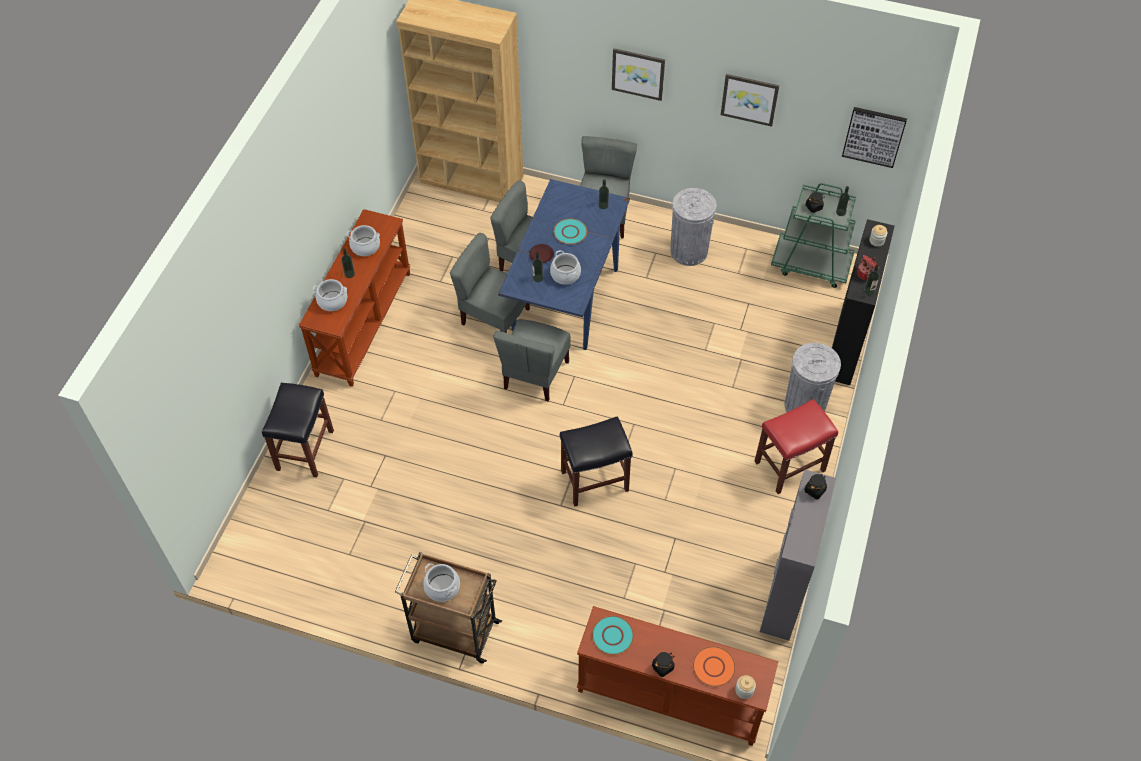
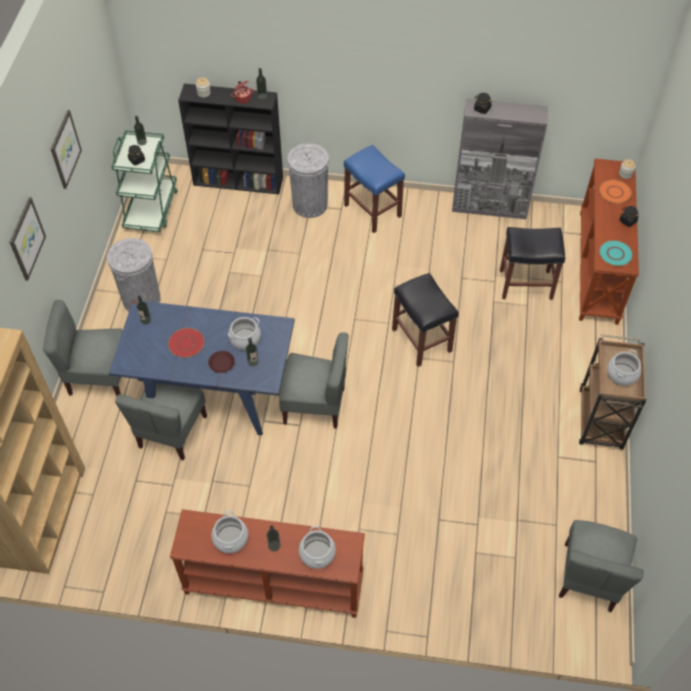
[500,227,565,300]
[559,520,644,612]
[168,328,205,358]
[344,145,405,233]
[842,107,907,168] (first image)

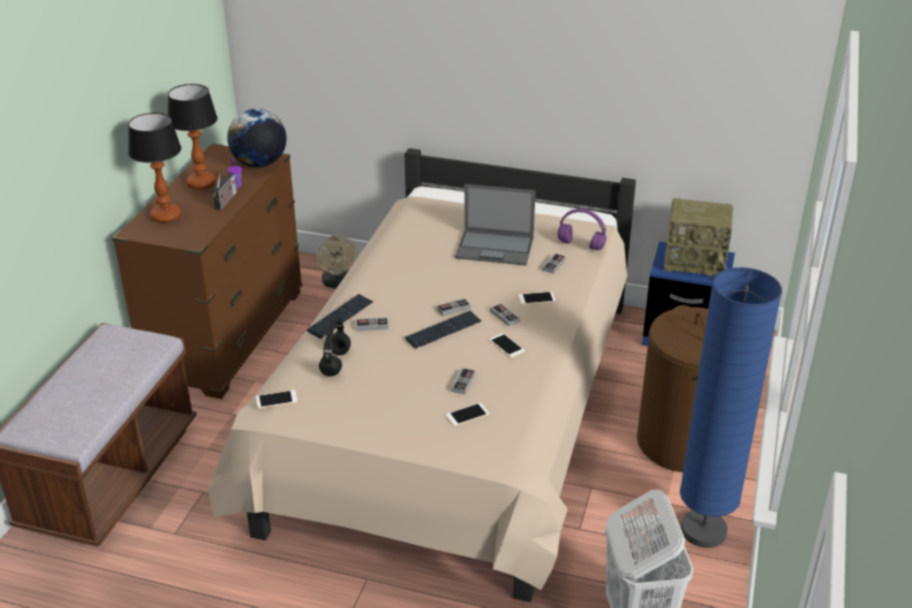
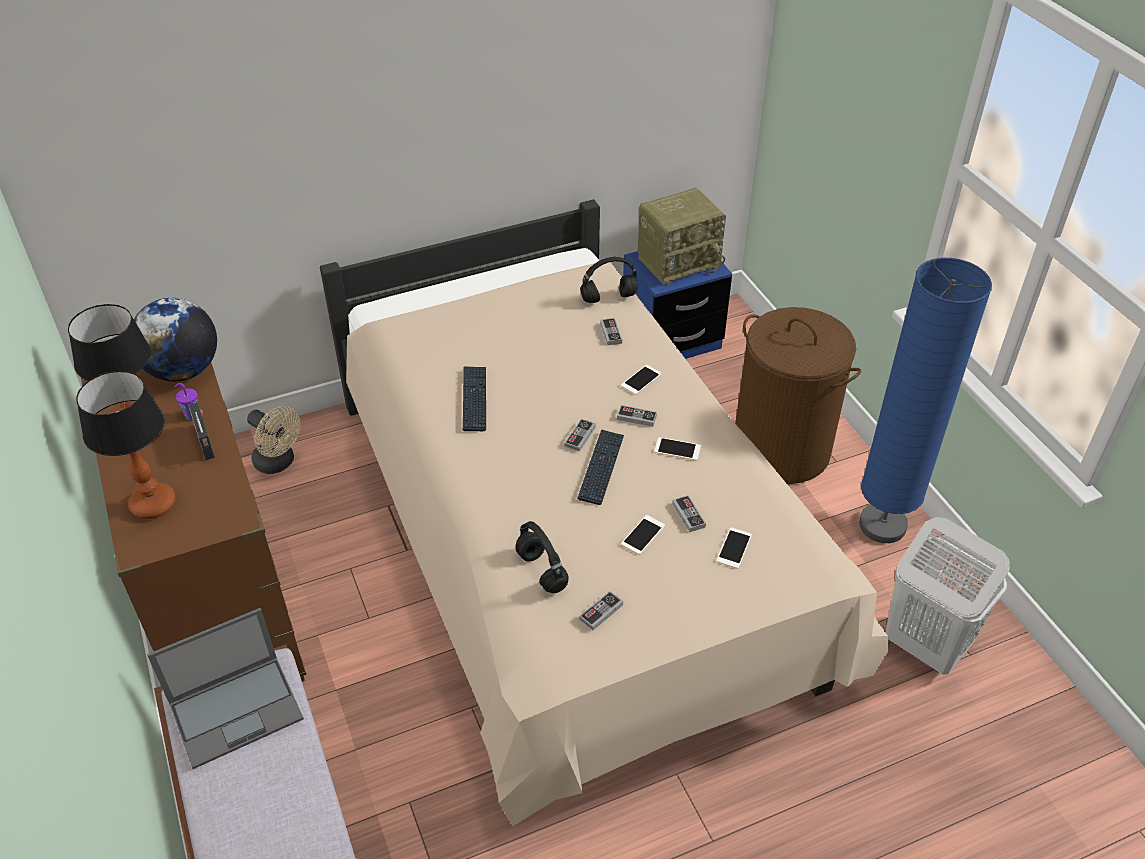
[621,515,665,555]
[463,366,486,431]
[579,591,623,630]
[147,608,304,769]
[580,257,638,303]

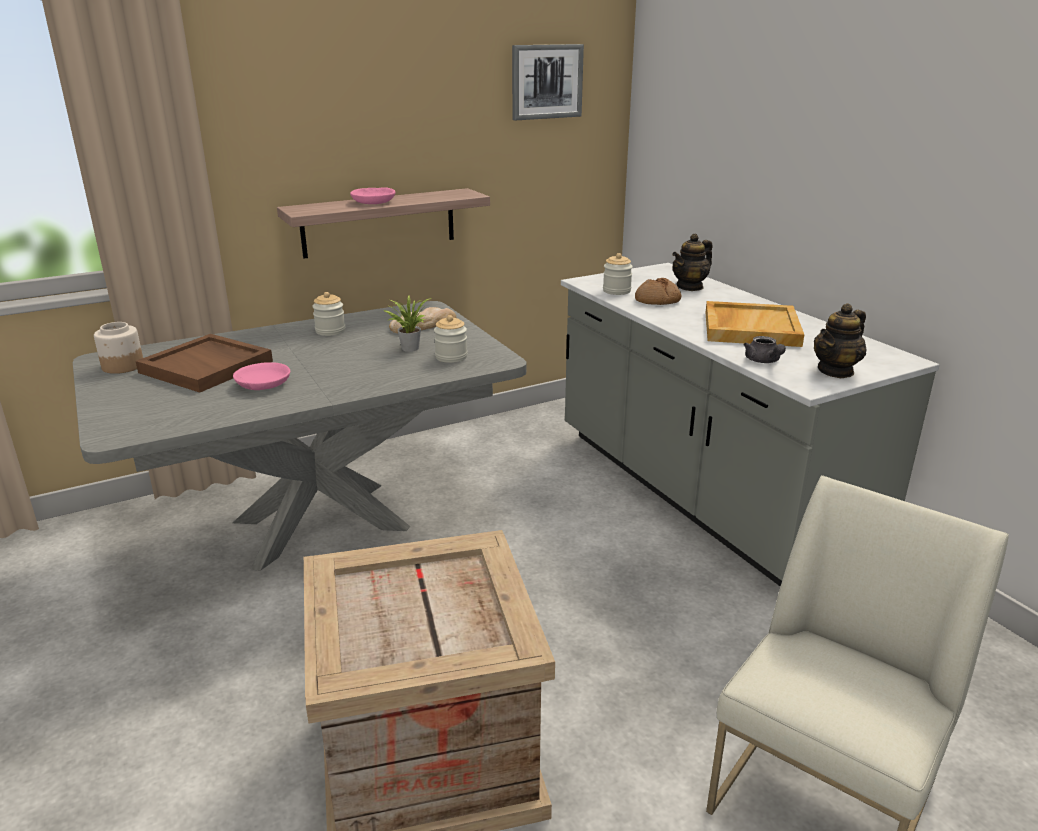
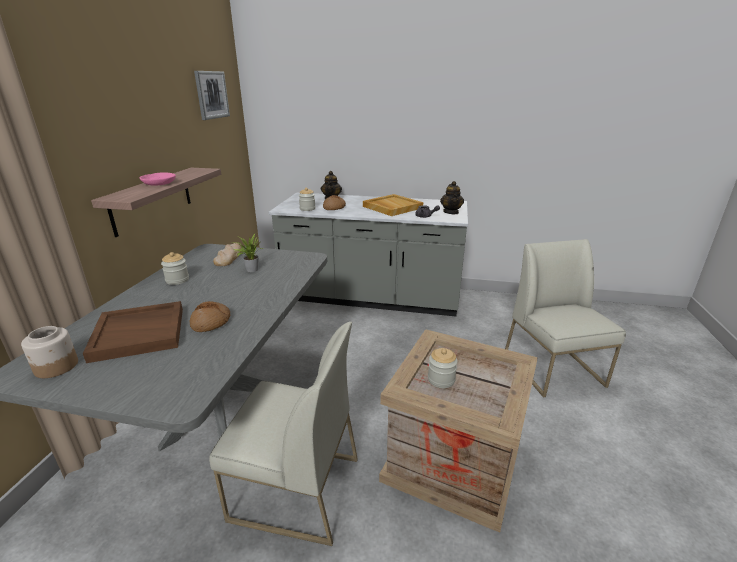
[189,301,230,332]
[428,348,458,388]
[209,322,358,546]

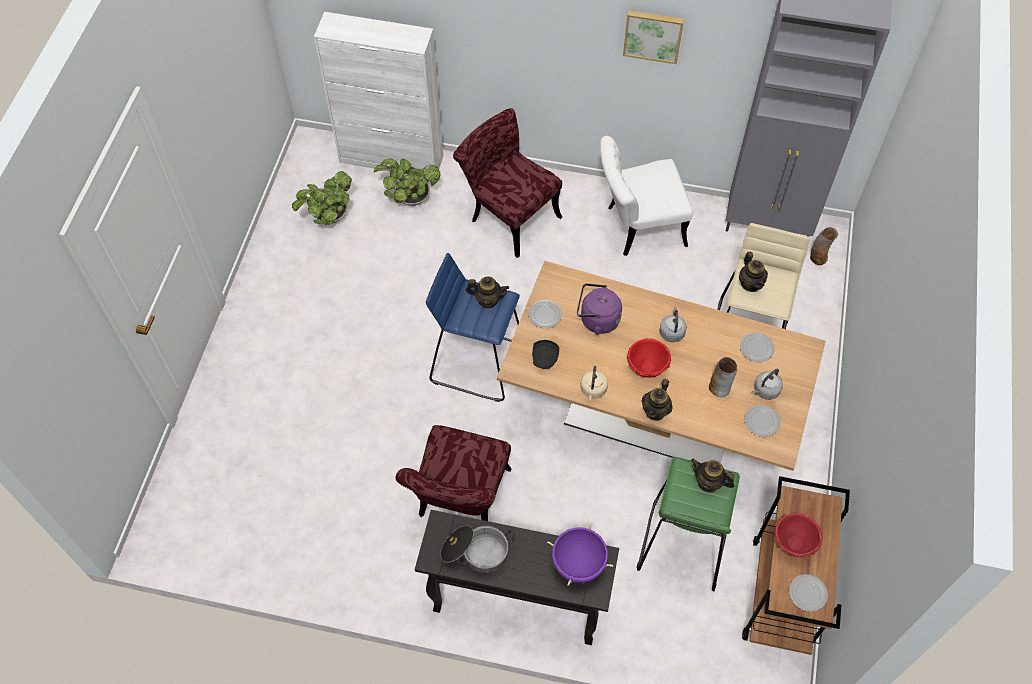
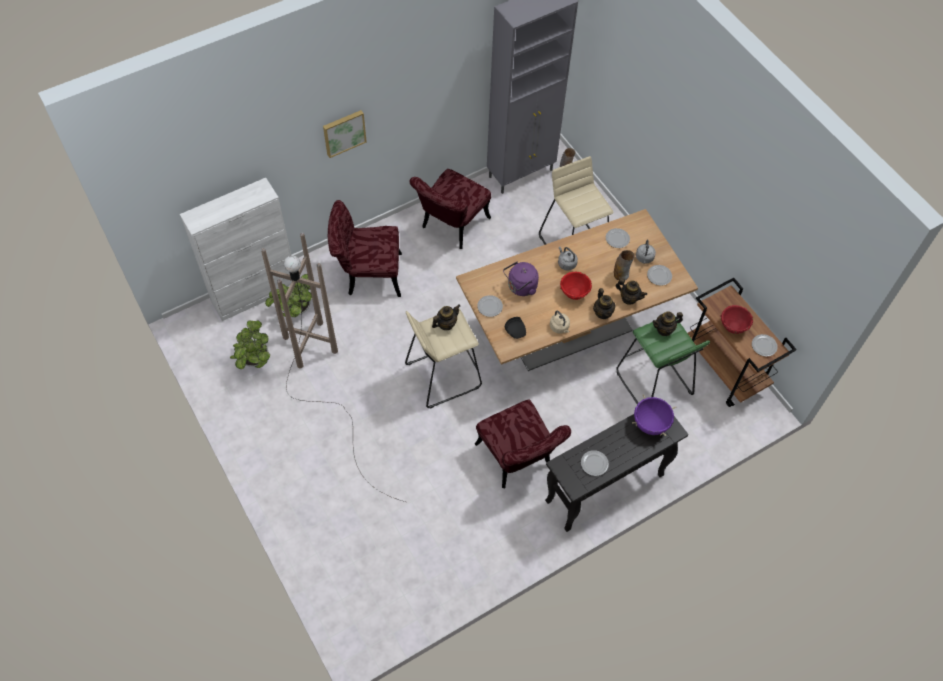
[405,308,482,409]
[581,450,609,476]
[409,169,491,249]
[323,110,367,158]
[616,278,647,305]
[261,233,405,502]

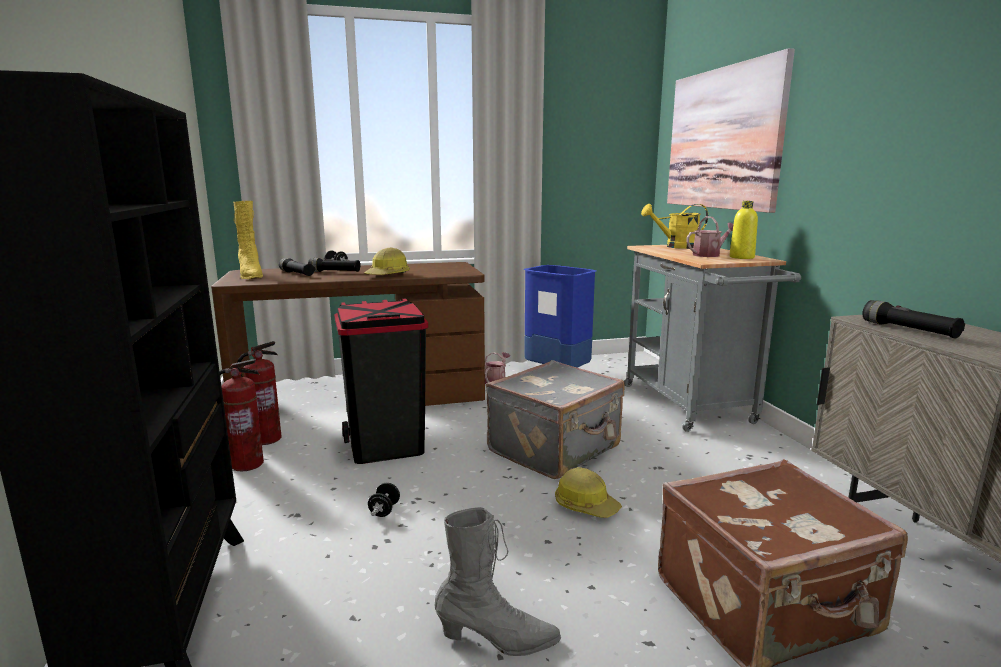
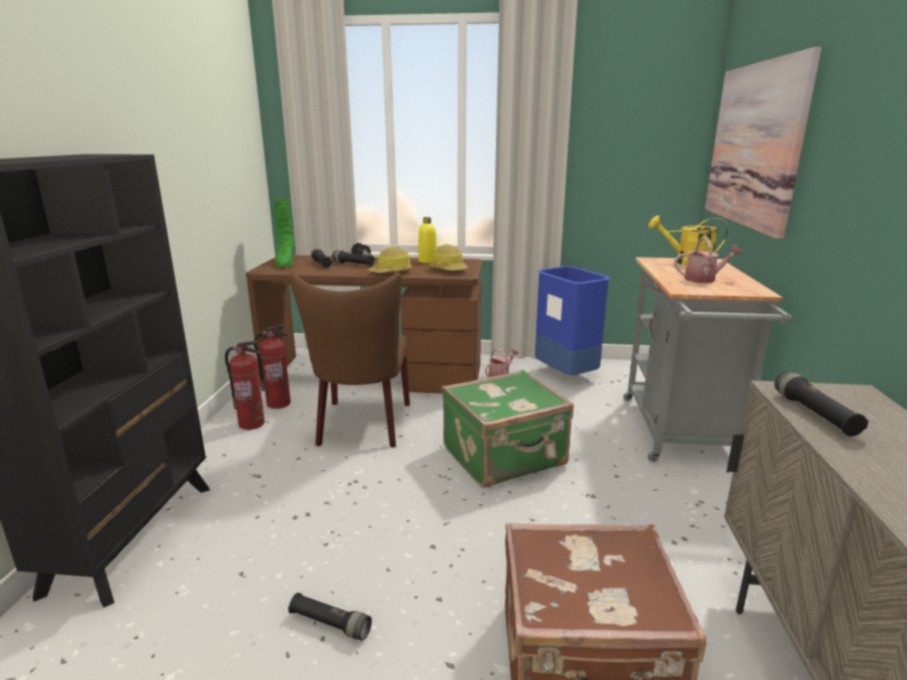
[273,199,295,268]
[290,273,410,448]
[368,483,400,517] (first image)
[288,593,372,641]
[442,370,574,487]
[430,244,468,271]
[418,217,437,263]

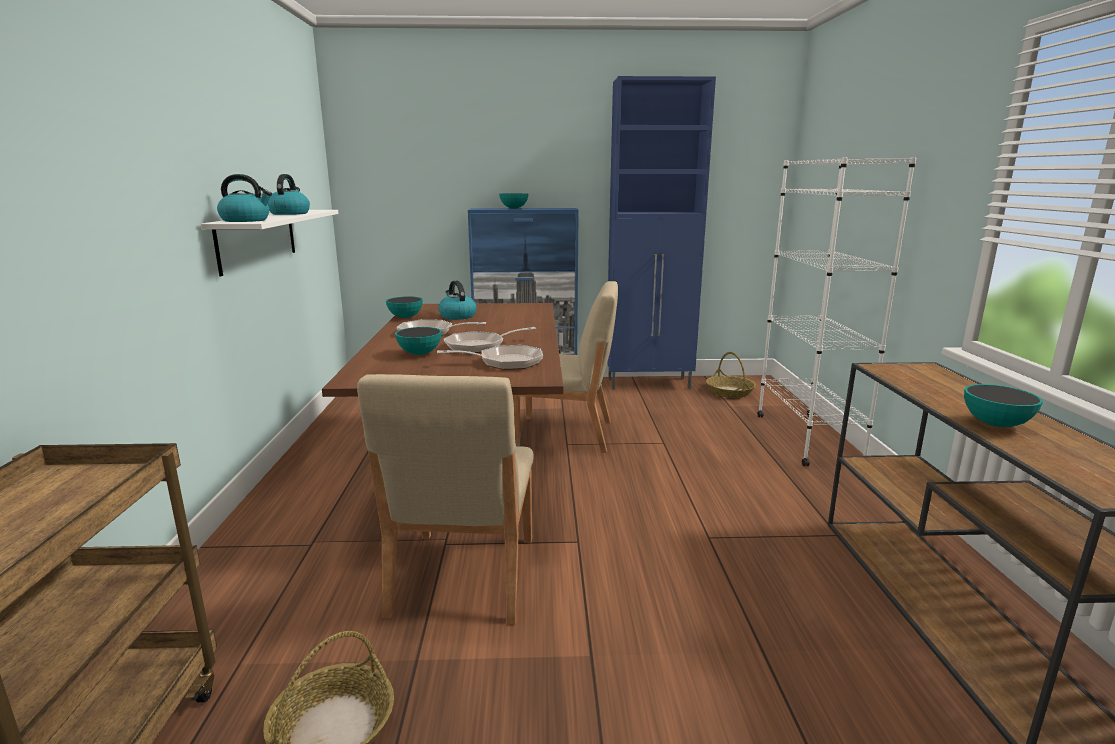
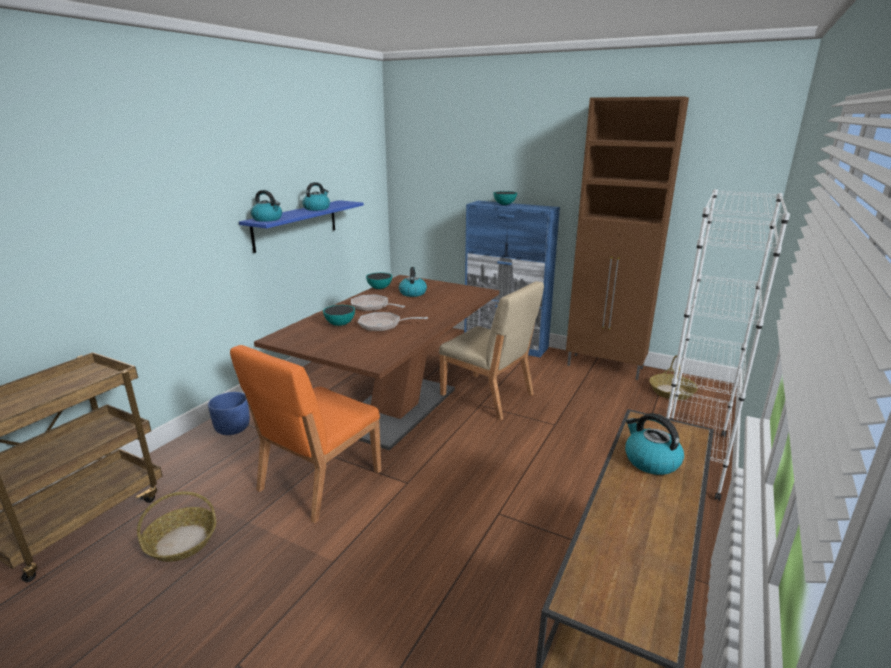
[239,200,364,253]
[230,345,381,523]
[437,345,543,370] (first image)
[566,96,689,380]
[964,384,1043,427] (first image)
[208,392,250,435]
[625,413,684,475]

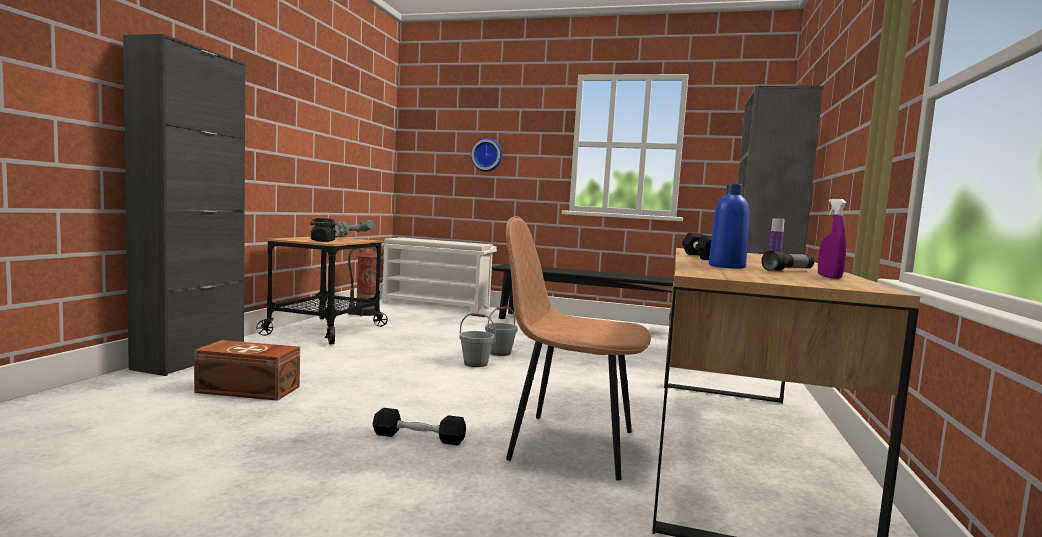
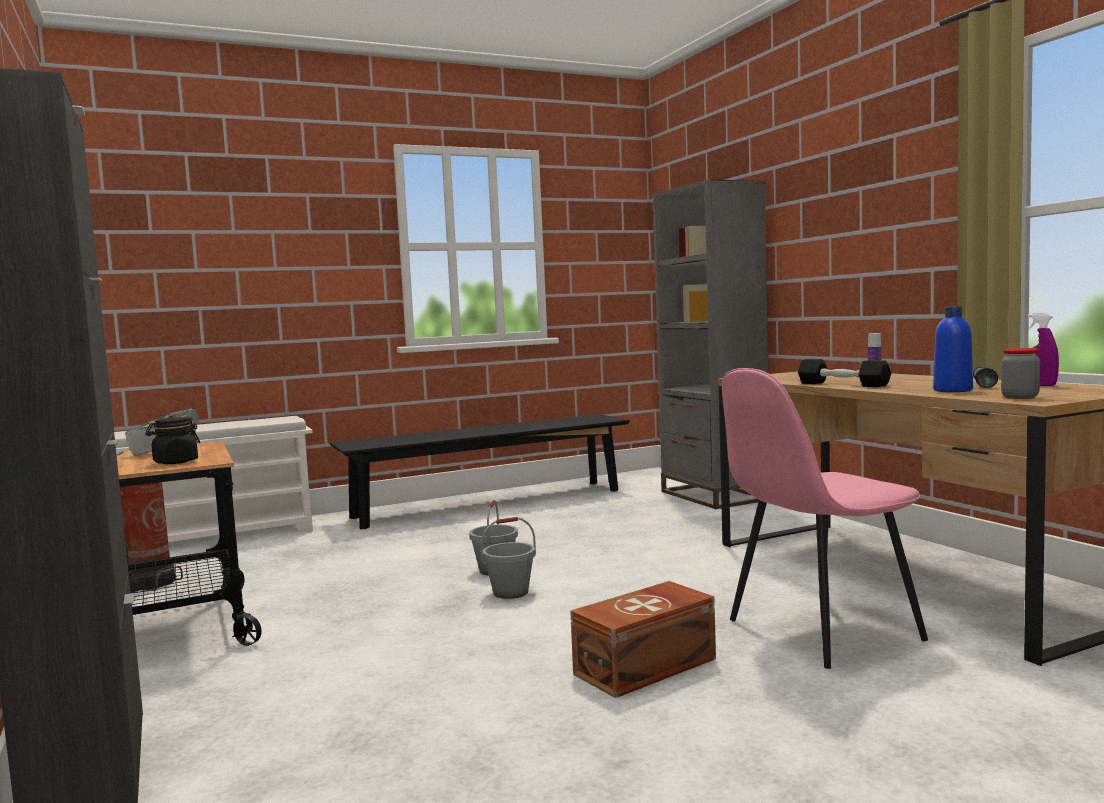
[570,581,716,698]
[373,408,466,445] (first image)
[471,138,502,172] (first image)
[722,368,928,669]
[1001,348,1040,399]

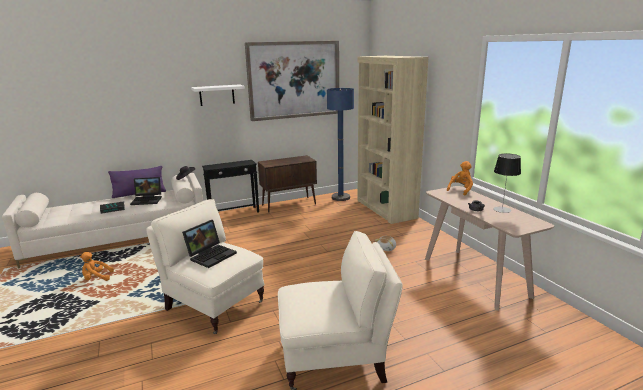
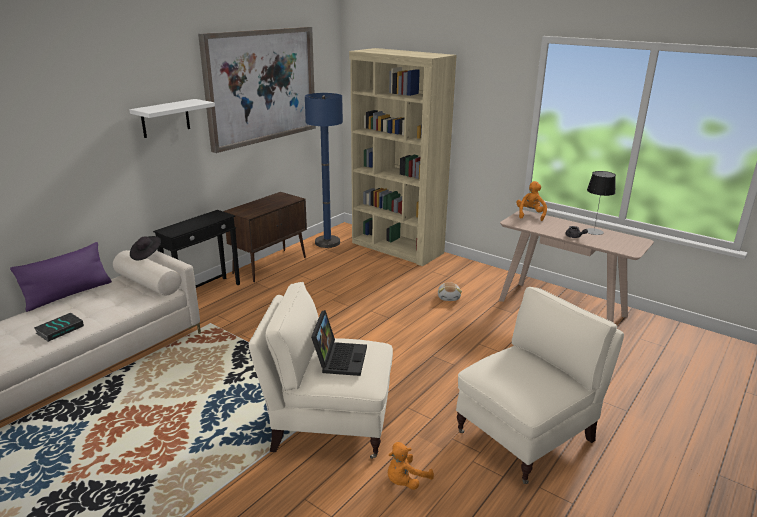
[388,442,434,490]
[130,177,162,205] (first image)

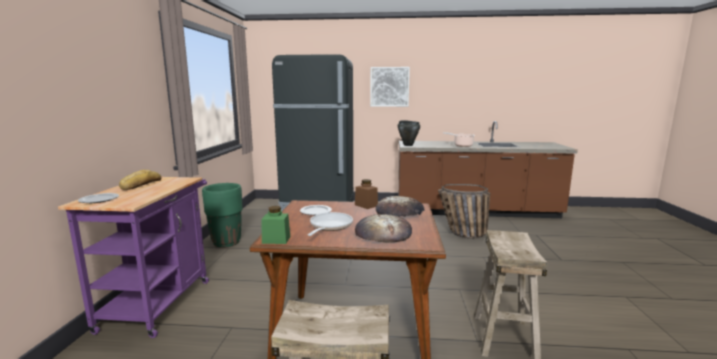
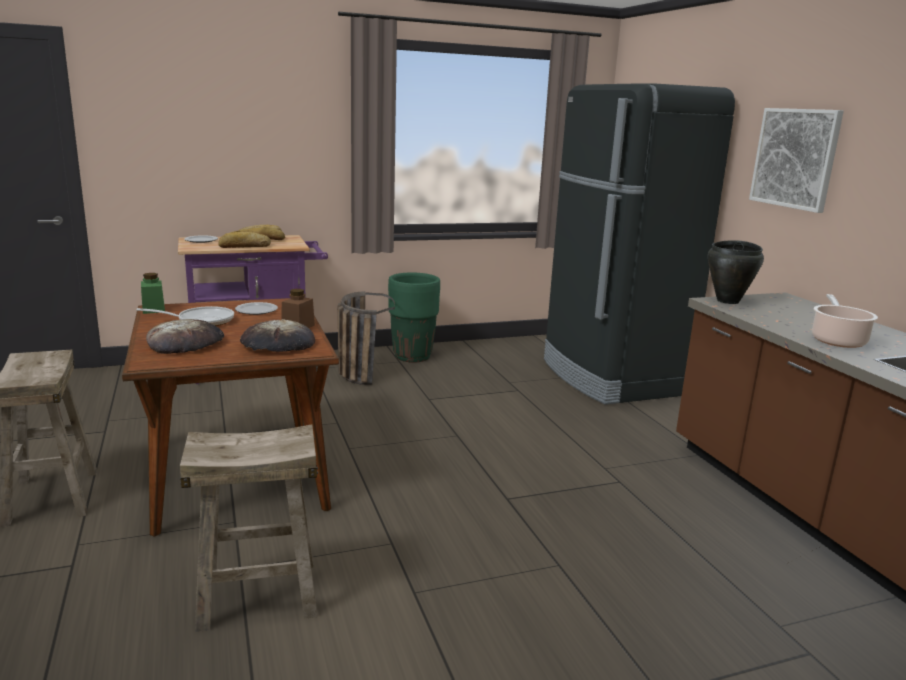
[338,291,395,385]
[219,231,271,248]

